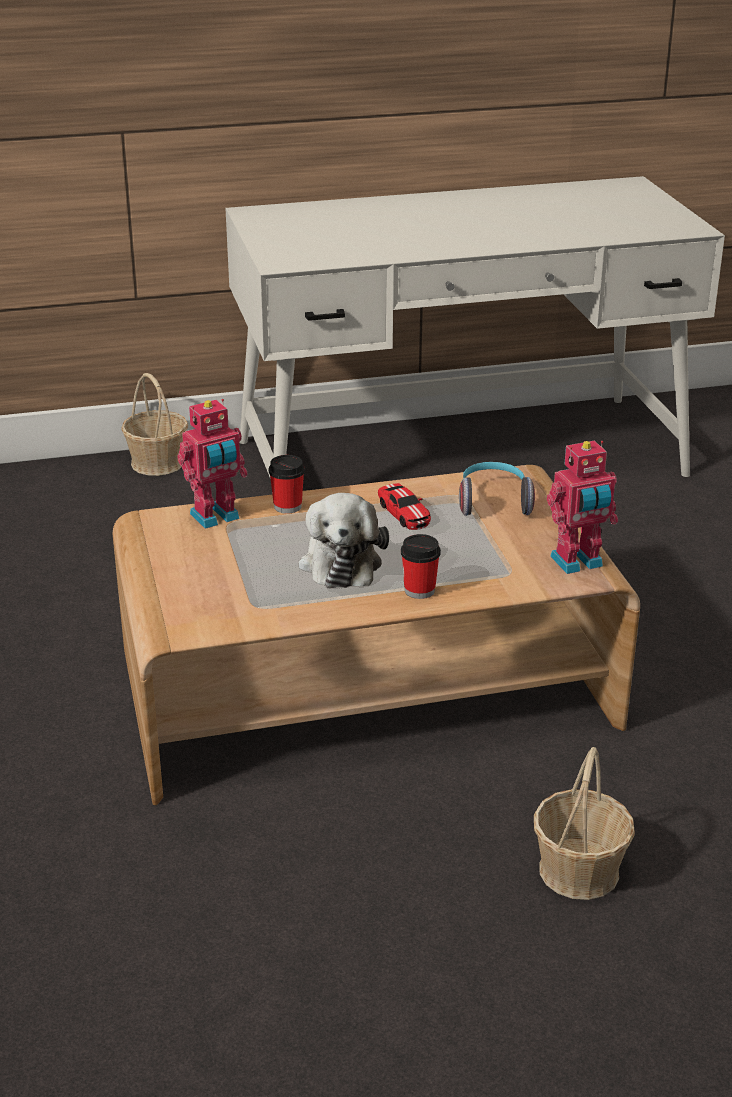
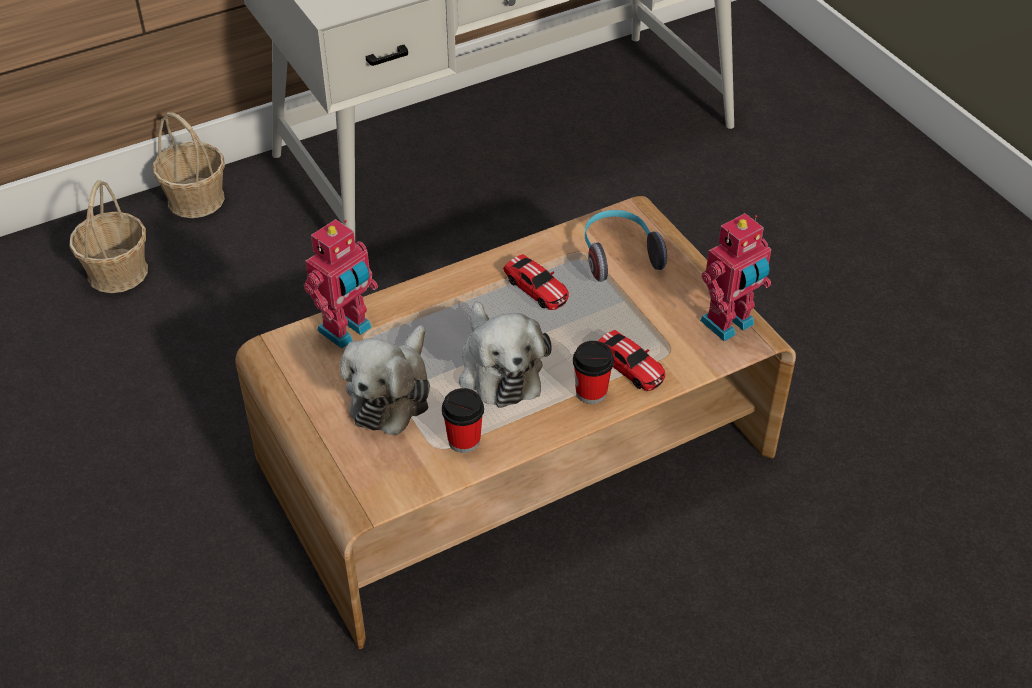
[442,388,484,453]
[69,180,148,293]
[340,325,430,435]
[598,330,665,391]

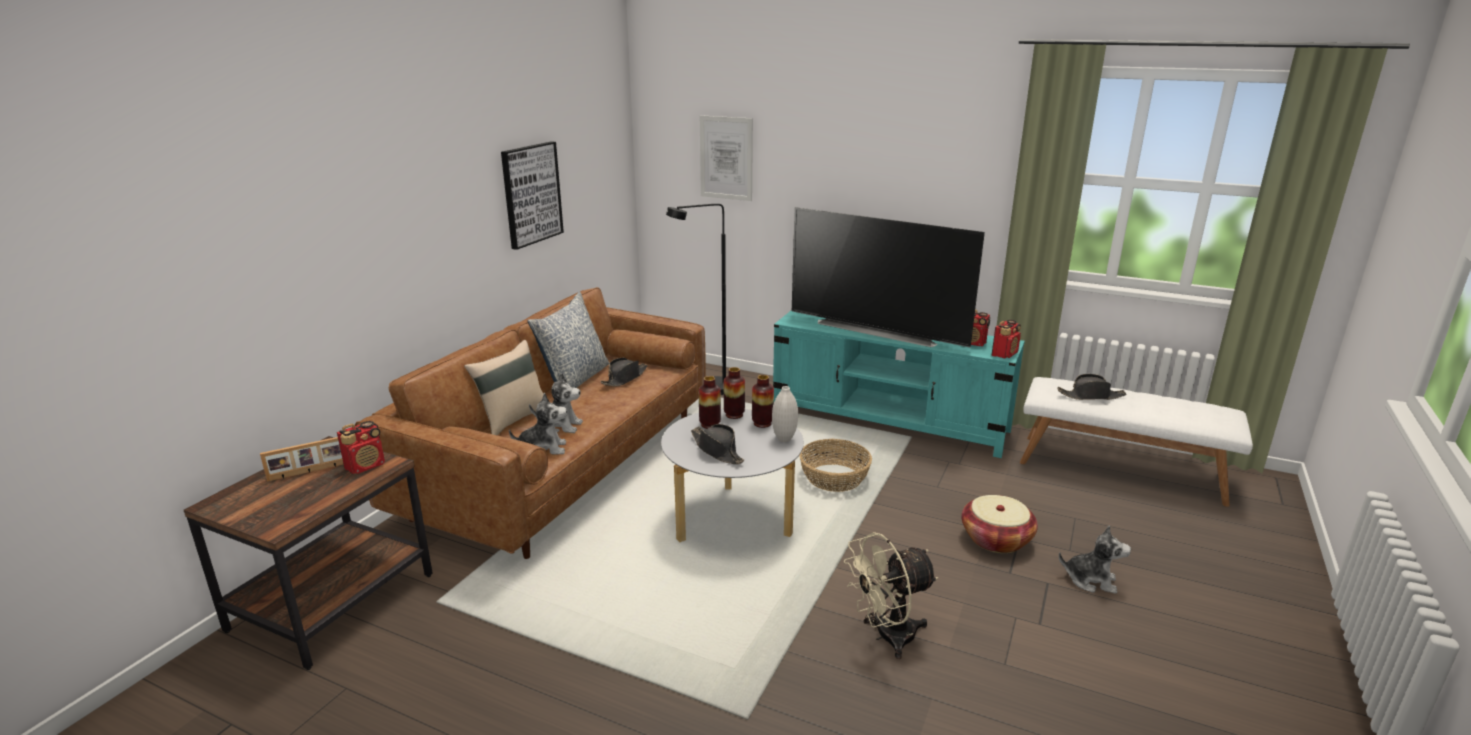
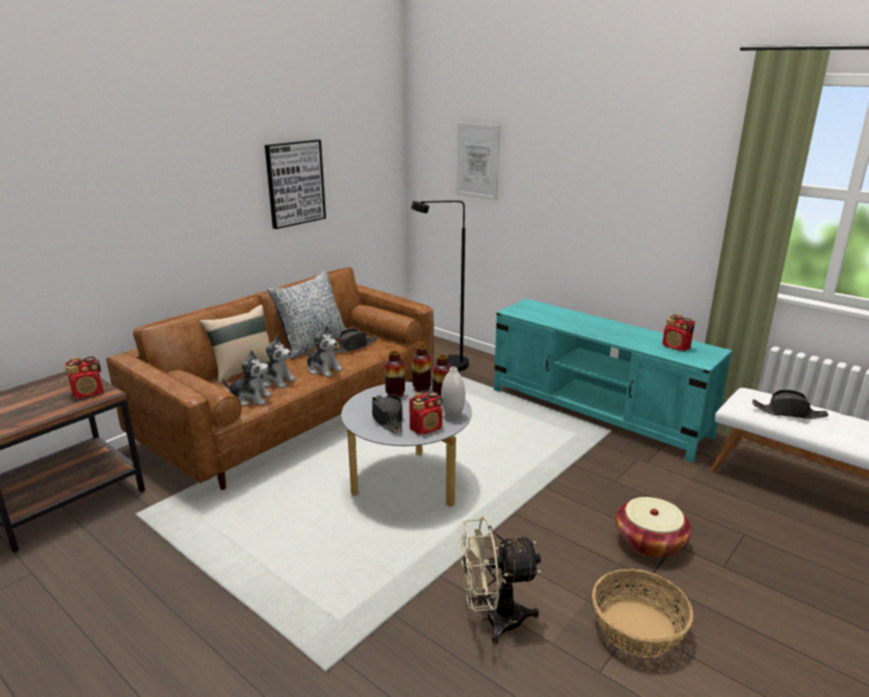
[260,437,344,481] (first image)
[792,207,985,347] (first image)
[592,569,694,658]
[409,391,443,435]
[304,326,343,377]

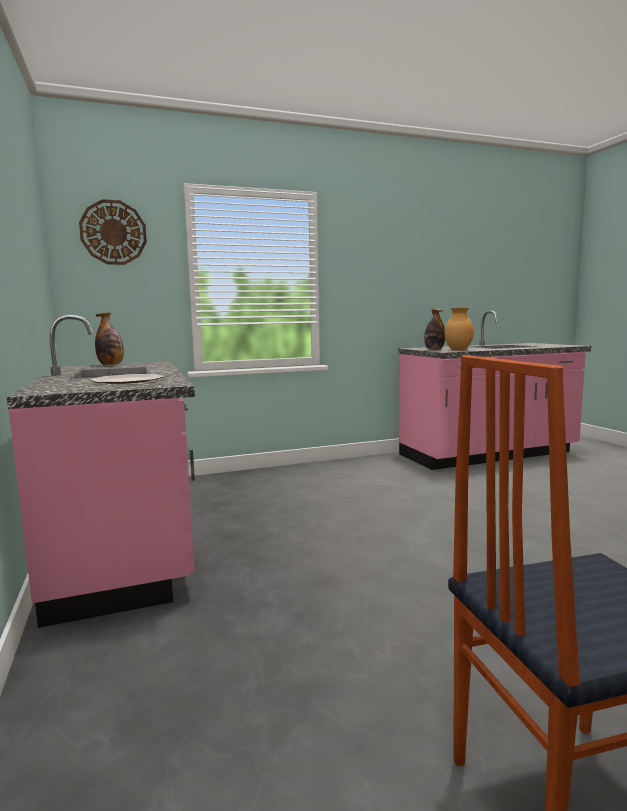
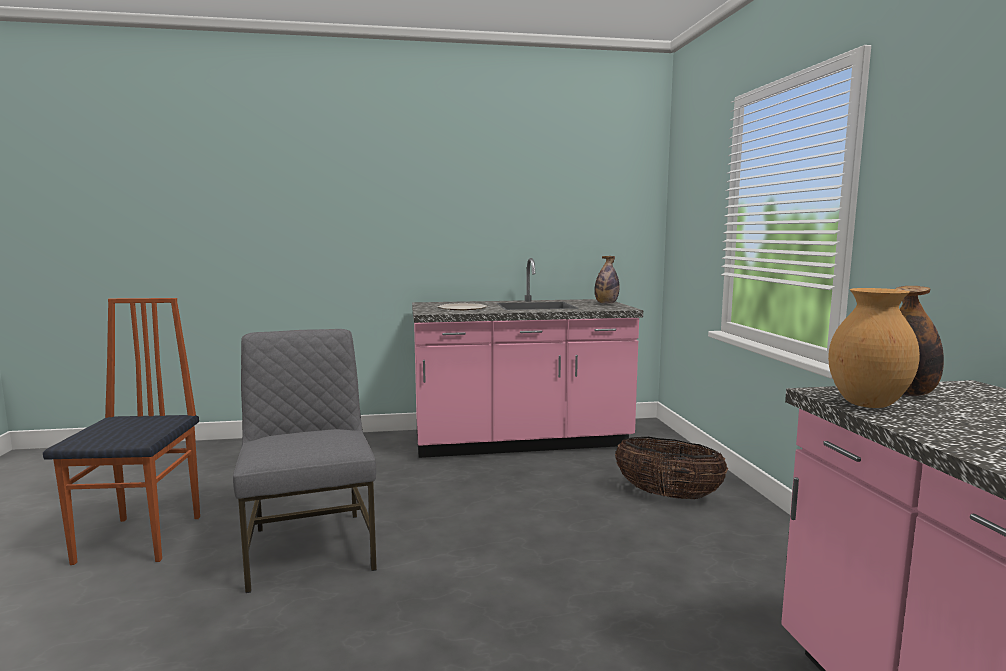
[79,199,147,265] (first image)
[233,329,377,593]
[615,437,728,499]

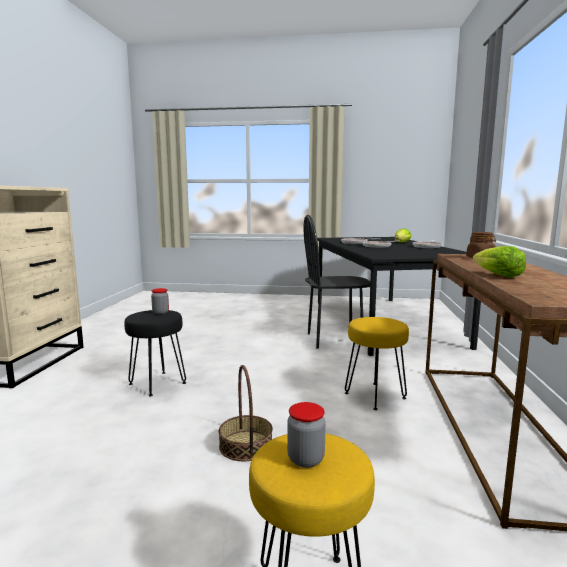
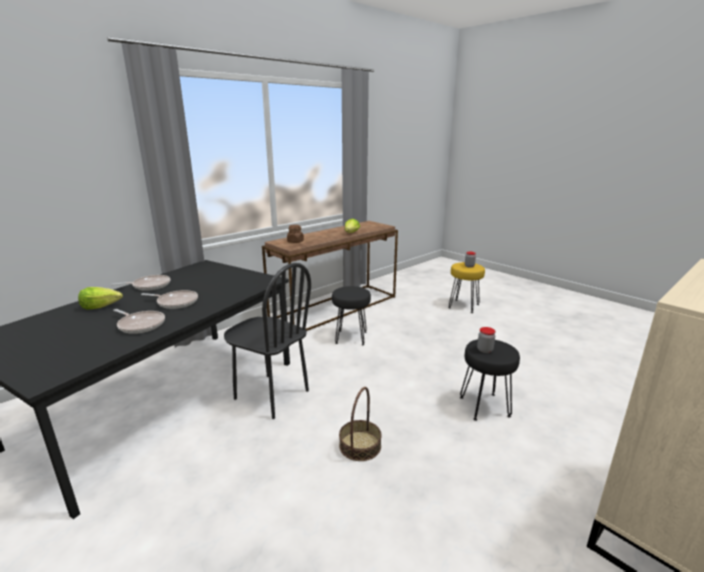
[339,387,382,461]
[332,286,371,345]

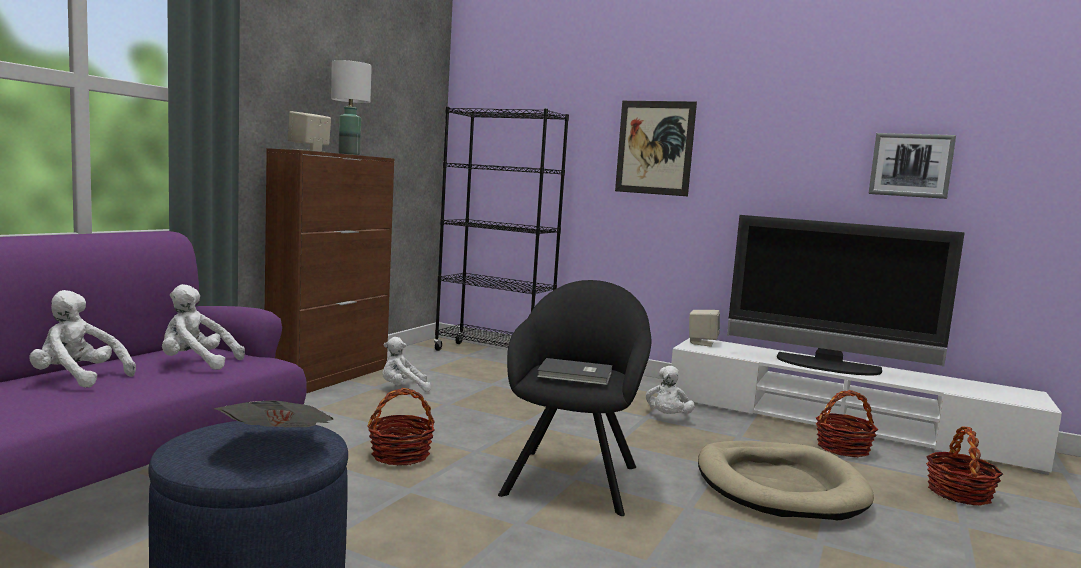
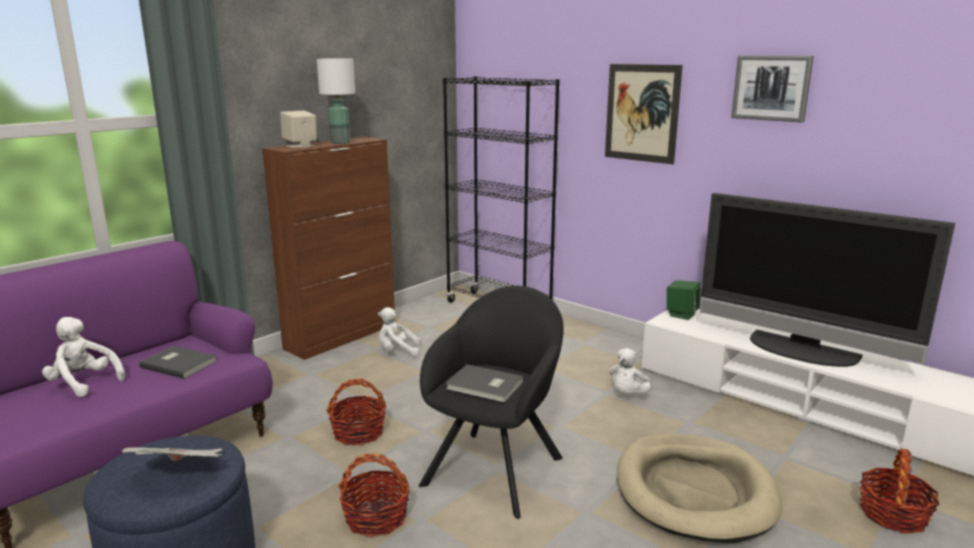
[139,346,217,379]
[667,280,701,320]
[338,454,410,537]
[731,55,814,123]

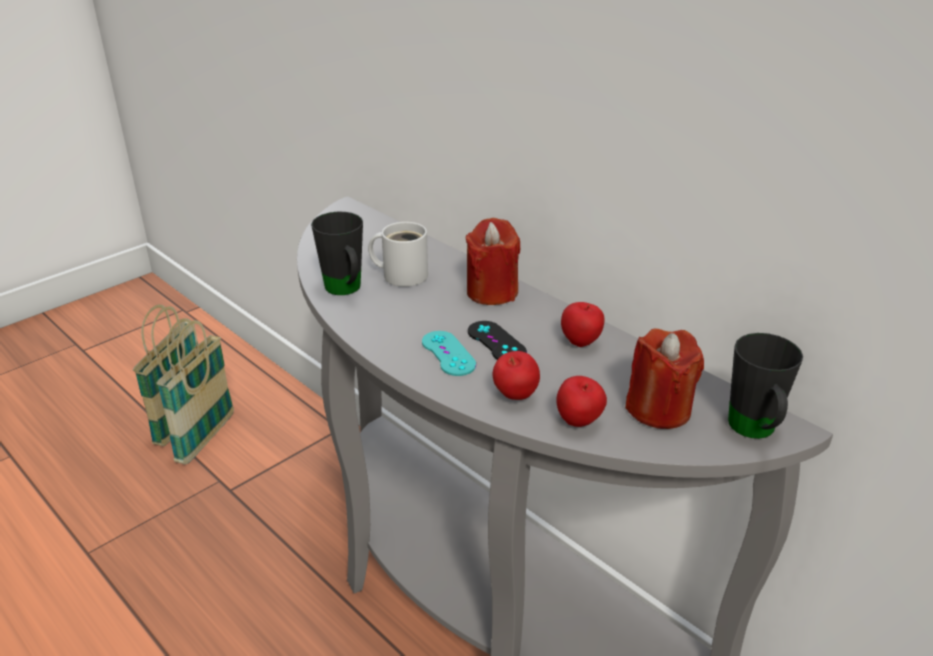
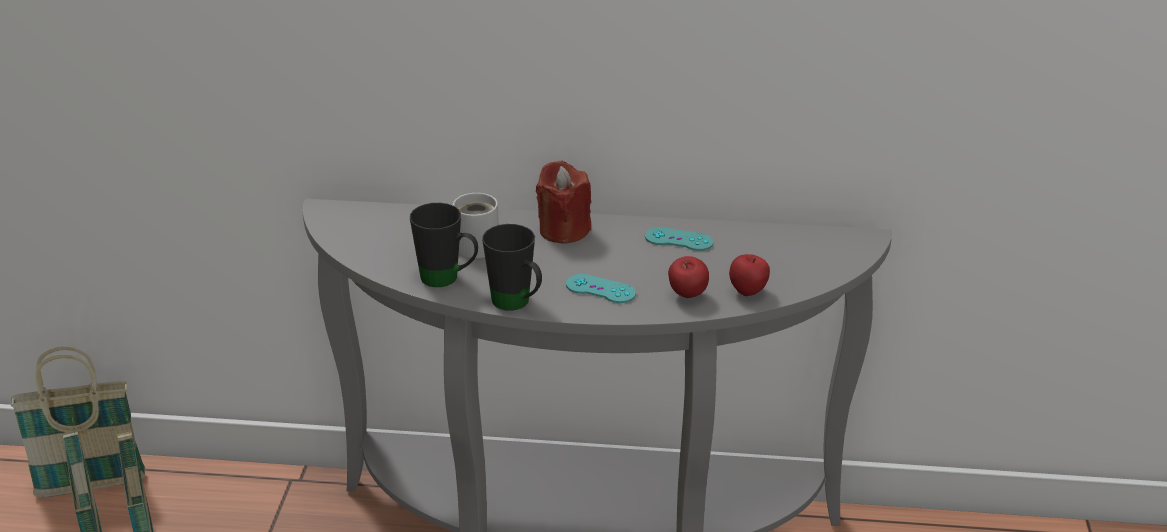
[468,321,527,360] (first image)
[645,227,714,251]
[625,328,704,429] (first image)
[482,224,542,311]
[11,347,145,497]

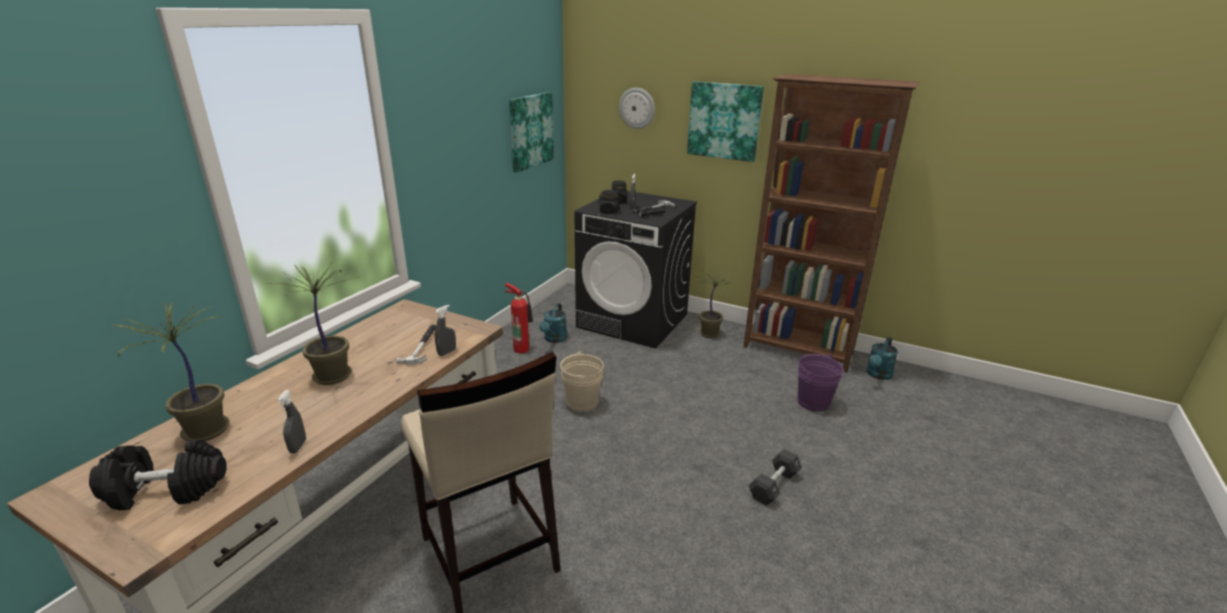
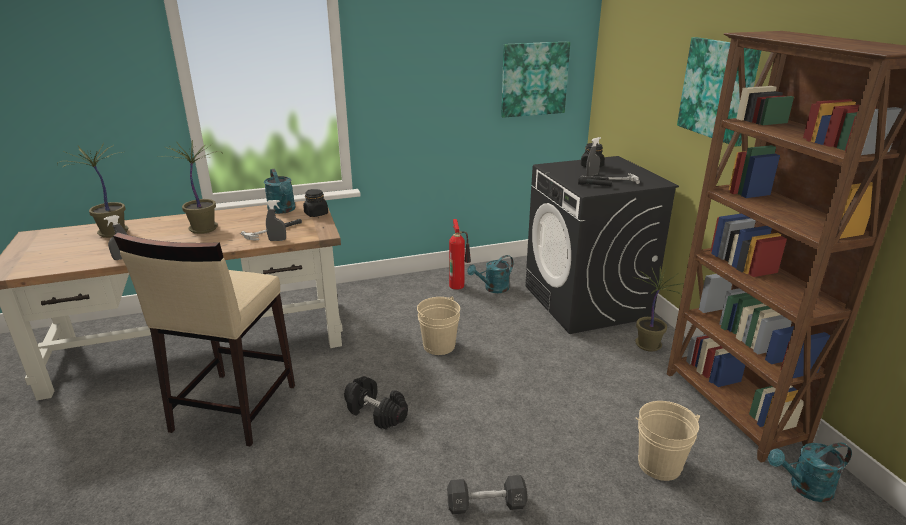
[344,376,408,429]
[303,189,328,217]
[619,88,655,129] (first image)
[636,401,700,481]
[264,169,296,214]

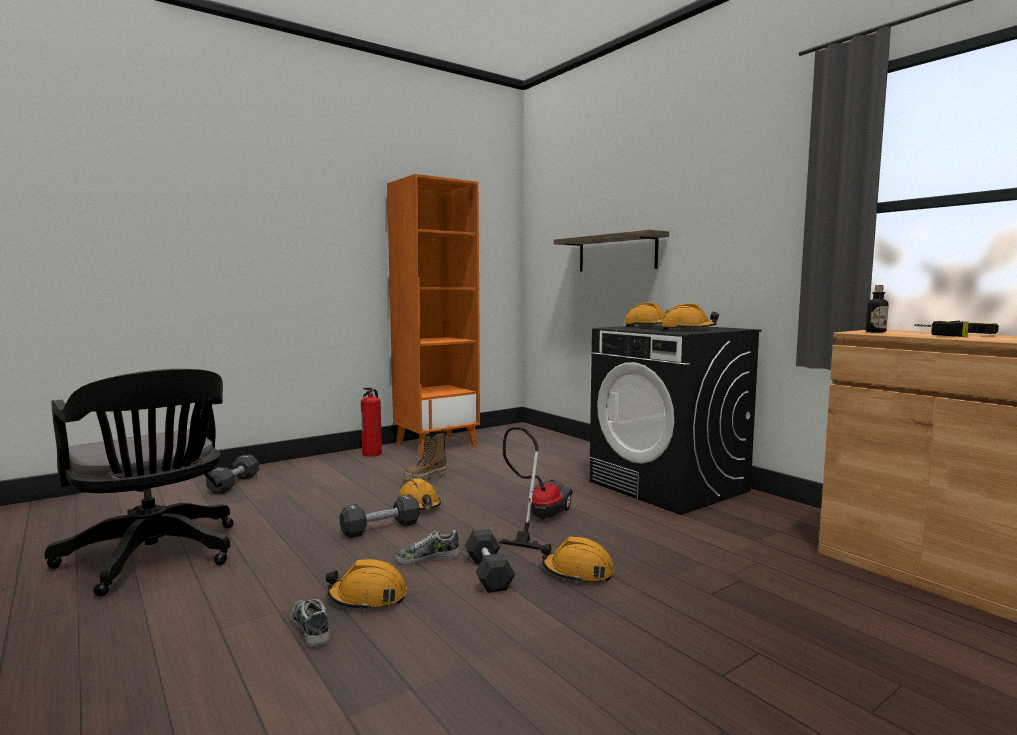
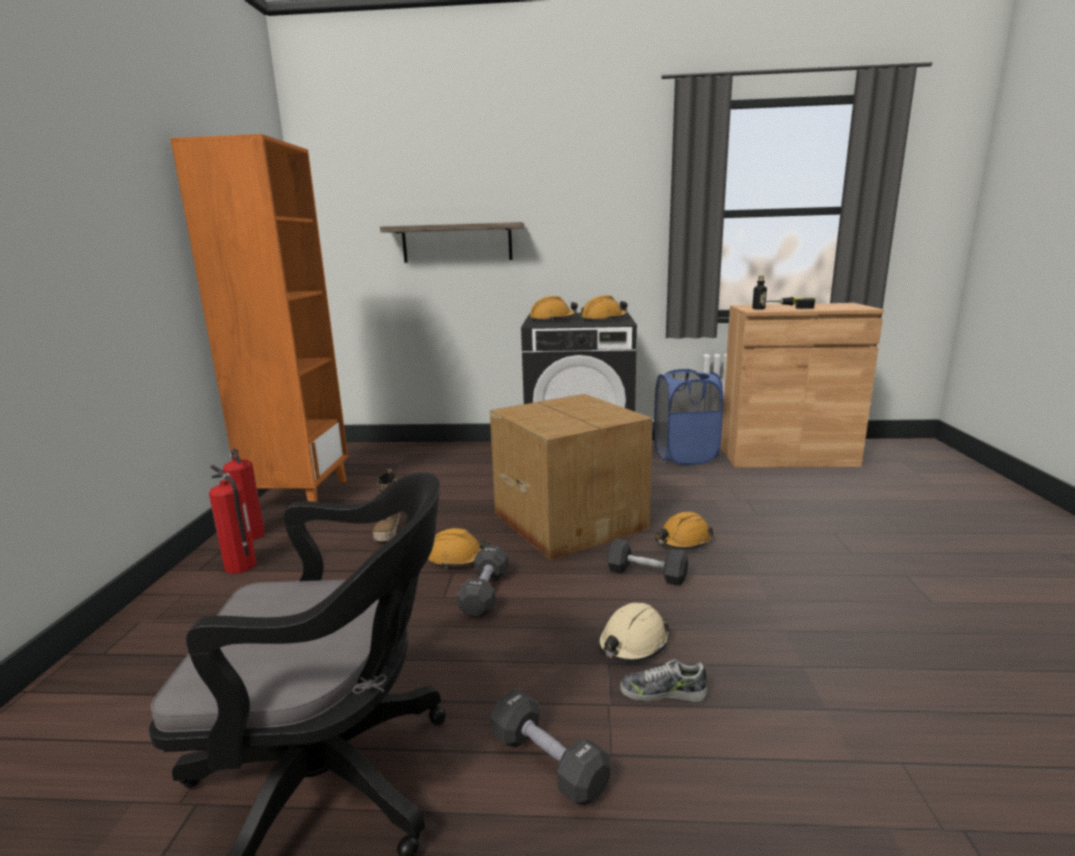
[490,689,610,805]
[598,603,670,662]
[396,530,460,565] (first image)
[490,394,653,560]
[209,465,257,574]
[654,369,724,465]

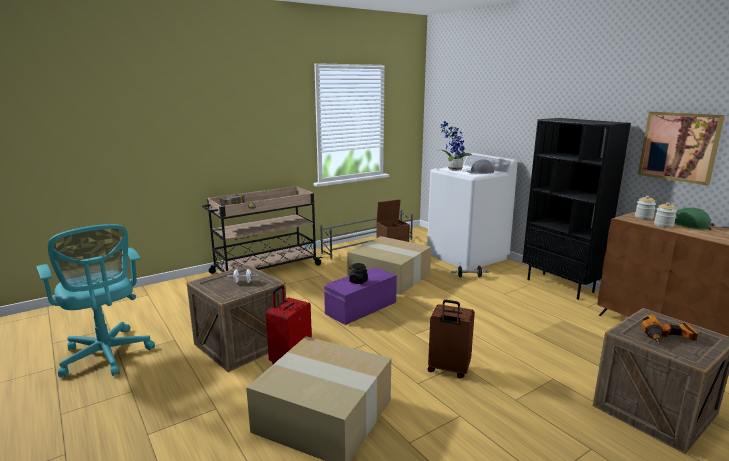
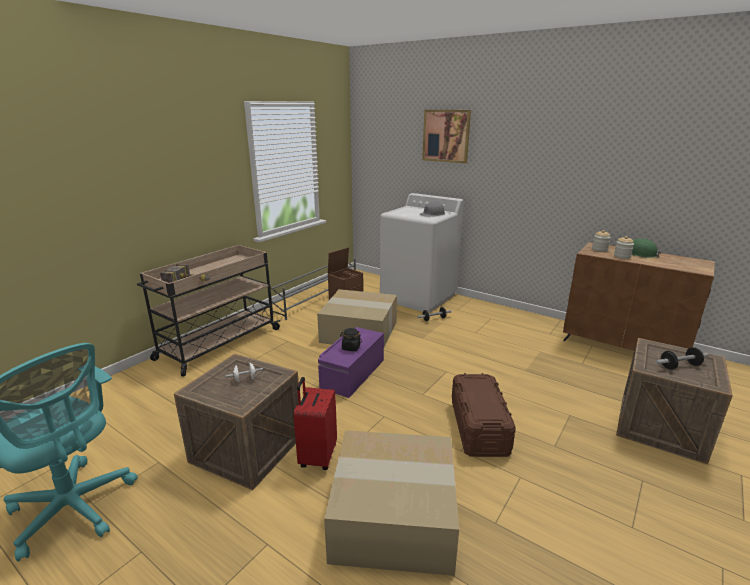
[452,373,516,457]
[441,121,472,171] (first image)
[522,118,631,300] (first image)
[422,110,471,163]
[655,347,709,370]

